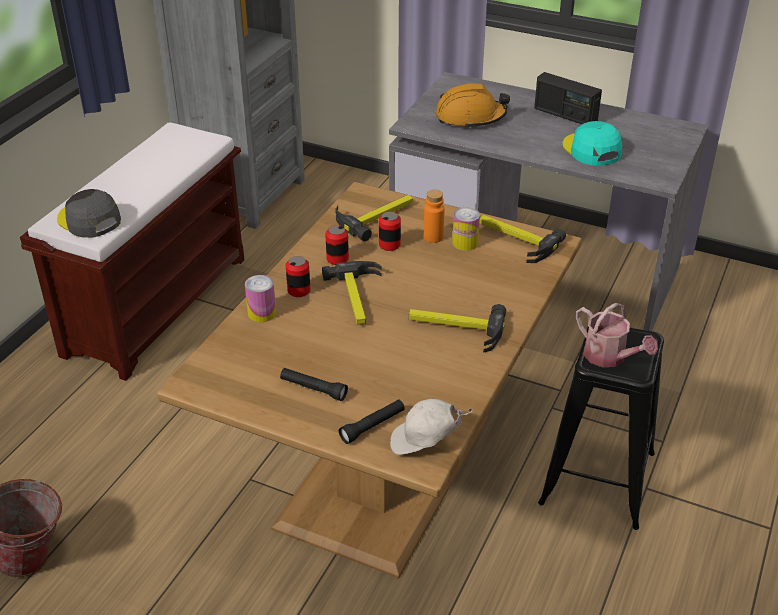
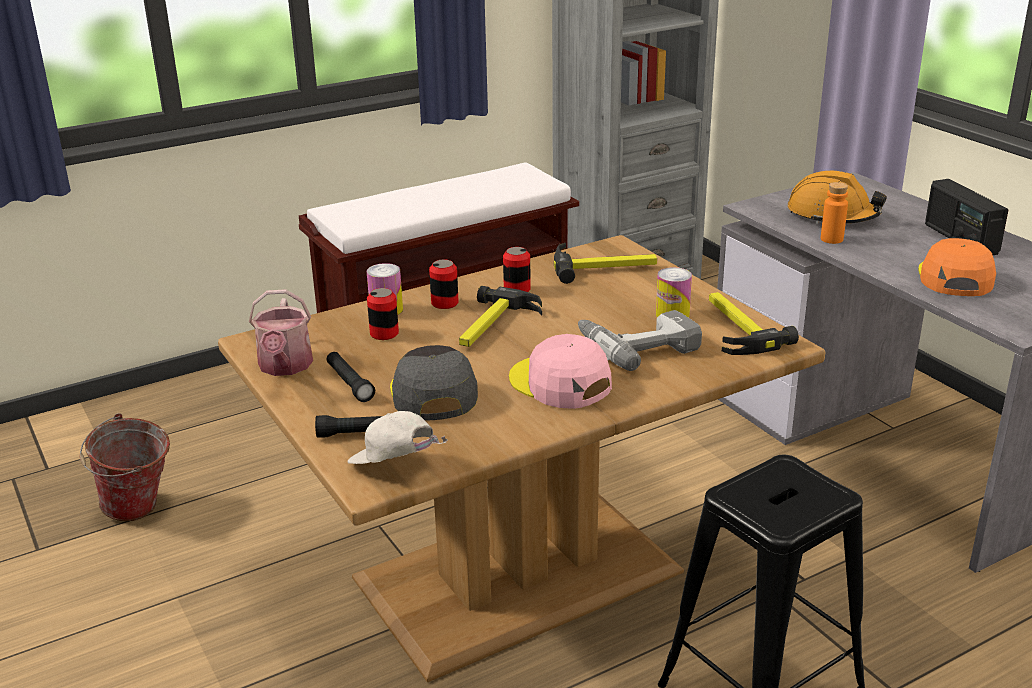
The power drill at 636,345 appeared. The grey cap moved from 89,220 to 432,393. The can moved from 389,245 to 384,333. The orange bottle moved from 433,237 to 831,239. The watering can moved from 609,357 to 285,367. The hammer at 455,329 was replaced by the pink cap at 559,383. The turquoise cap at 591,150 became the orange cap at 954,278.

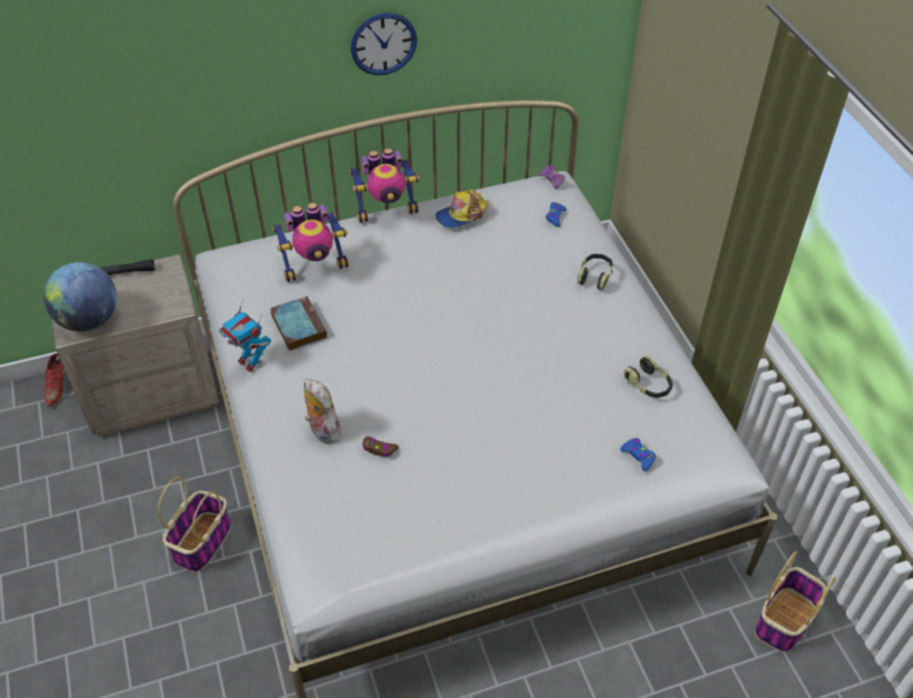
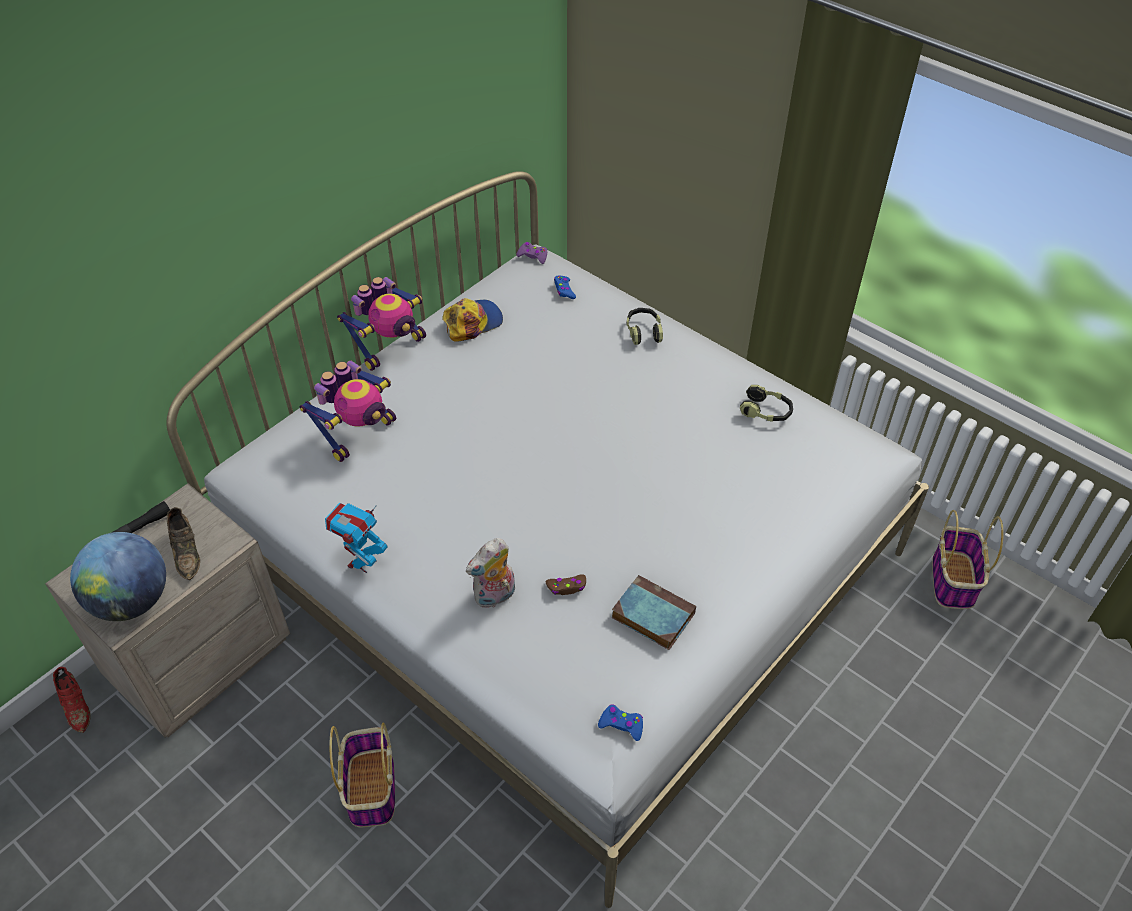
The wall clock at 383,43 disappeared. The brown shoe at 187,552 appeared. The book moved from 298,326 to 651,615. The blue game controller moved from 638,456 to 621,725. The toy robot at 250,362 turned 105 degrees clockwise. The plush toy at 322,431 turned 60 degrees counterclockwise. The cap at 462,215 turned 150 degrees counterclockwise.

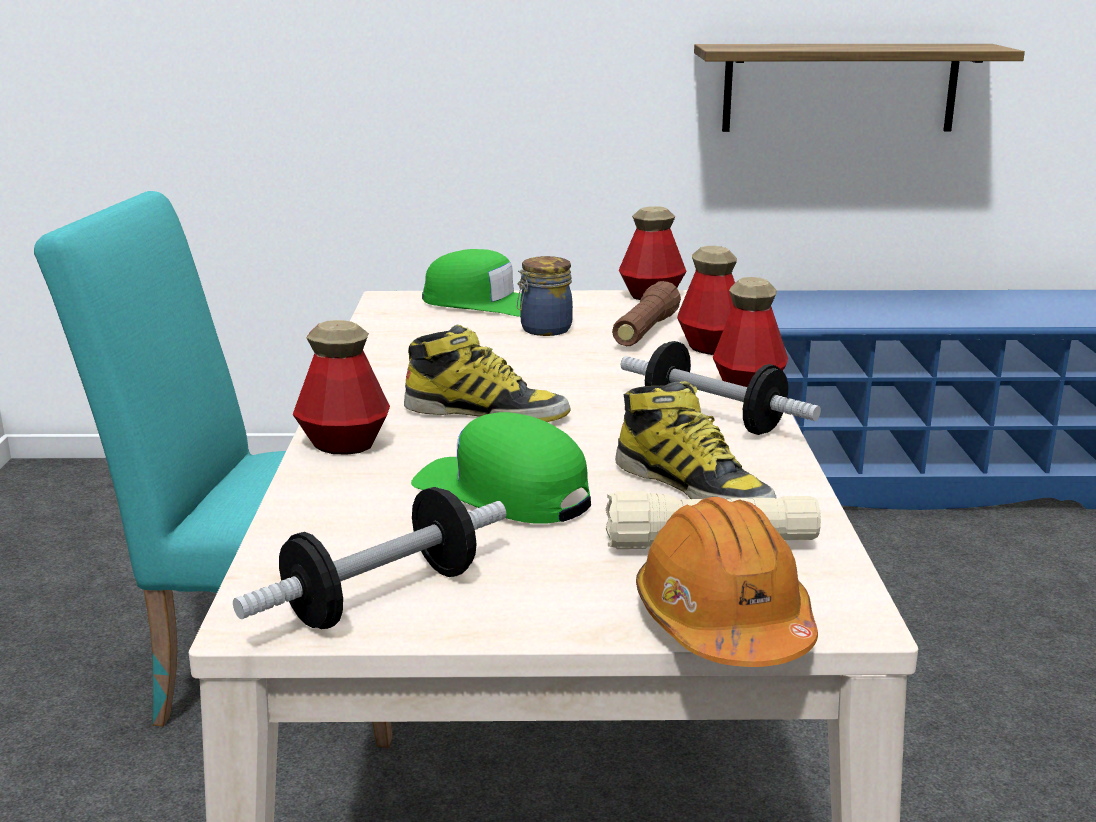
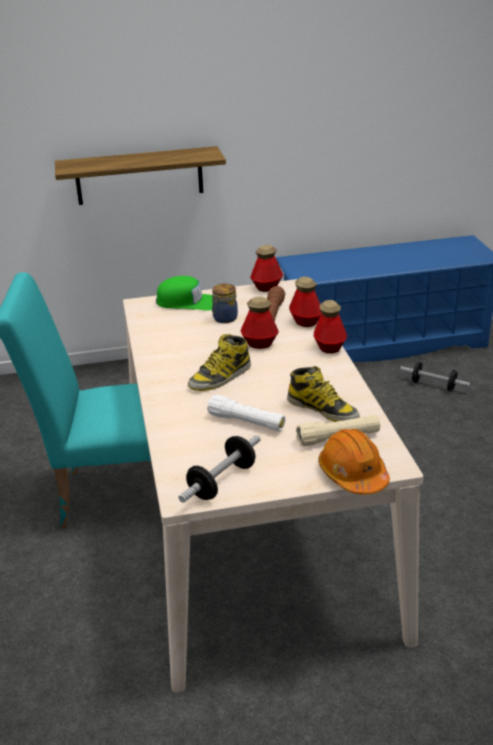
The bottle moved from 343,444 to 259,343. The dumbbell moved from 713,419 to 433,385. The shelf moved from 839,88 to 139,176. The green cap at 503,492 was replaced by the white flashlight at 246,422. The boot at 486,413 turned 135 degrees clockwise.

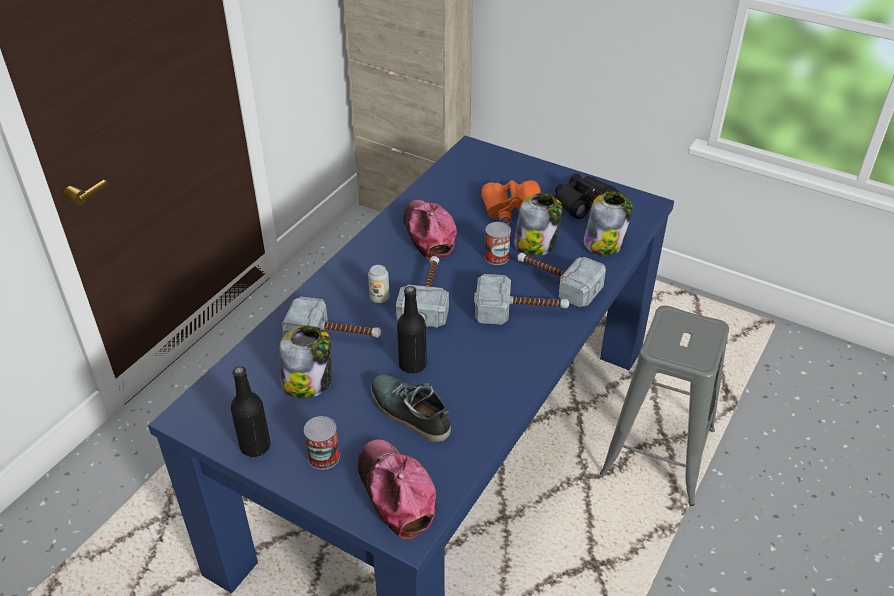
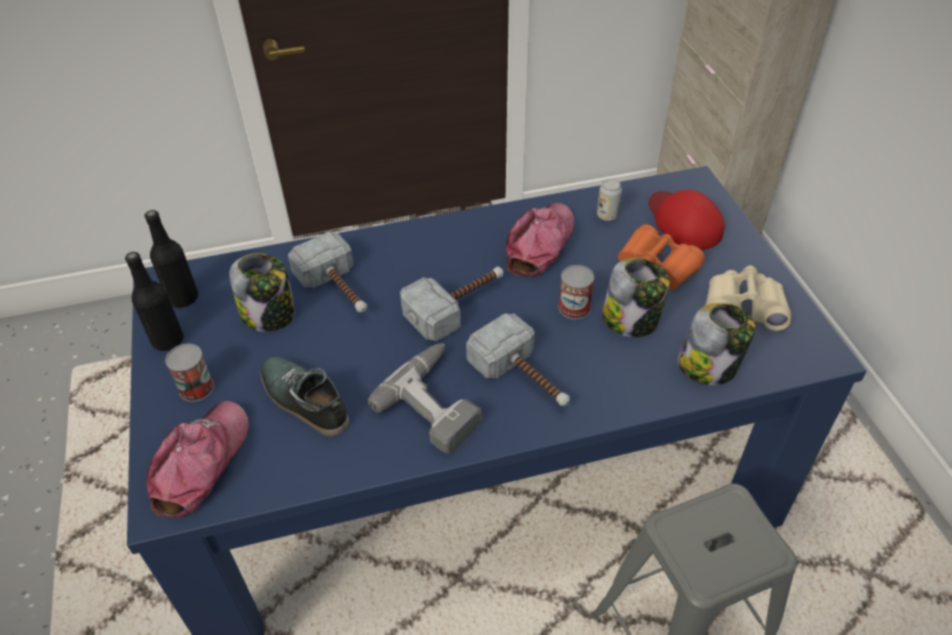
The hammer at 556,282 disappeared. The power drill at 438,402 appeared. The red cap at 683,222 appeared. The can moved from 379,298 to 607,216. The black bottle moved from 412,365 to 183,298. The black binoculars at 582,202 became the beige binoculars at 744,306. The shoe at 409,412 turned 45 degrees counterclockwise.

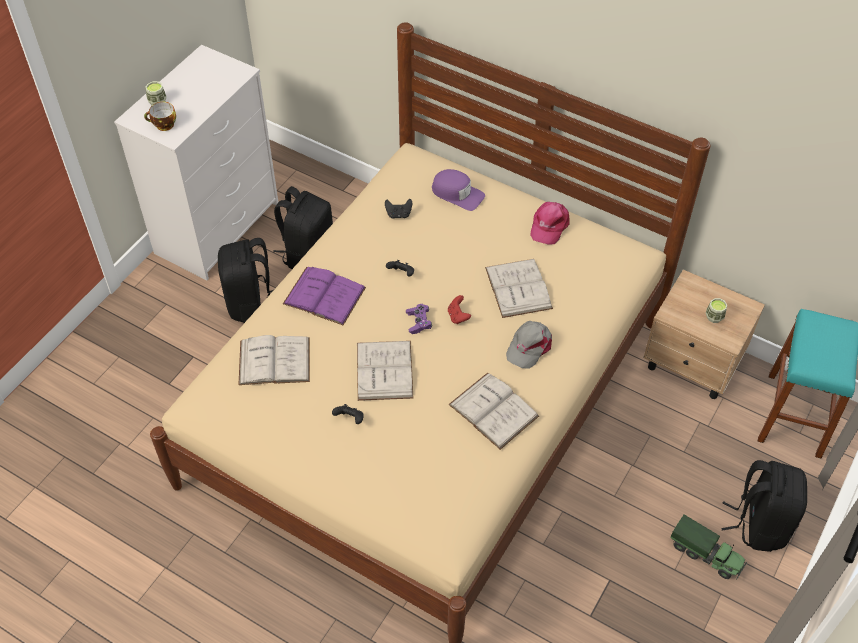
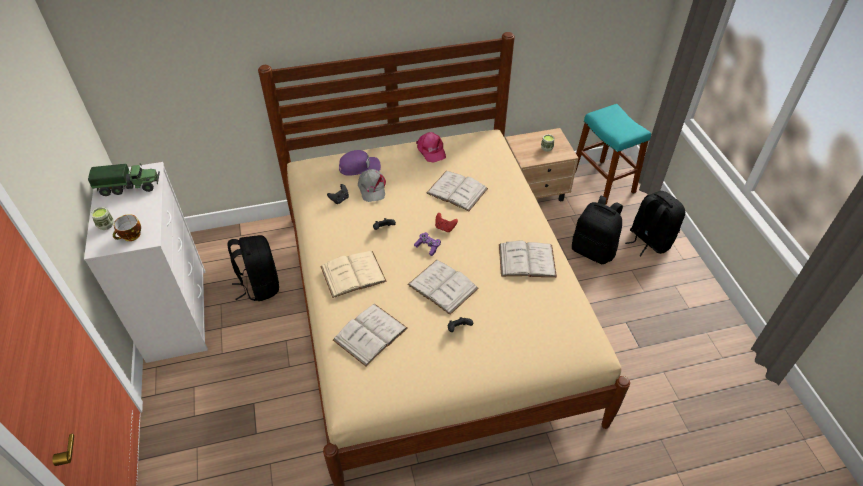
The black backpack moved from 251,303 to 593,250. The grey cap moved from 529,346 to 372,188. The toy truck moved from 706,555 to 130,187. The purple book at 324,295 became the beige book at 353,274.

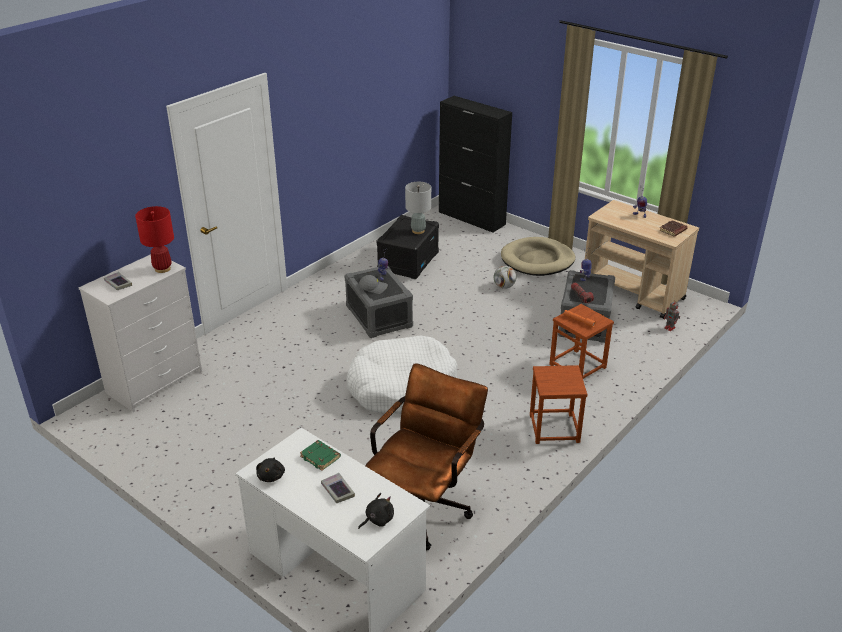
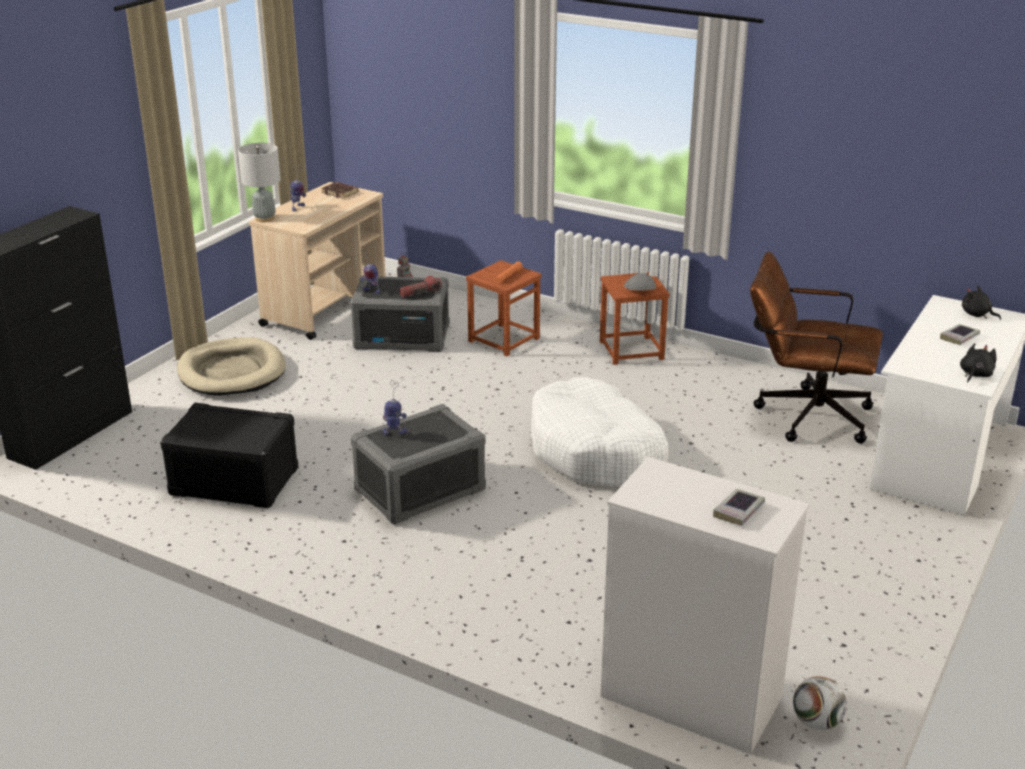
The red table lamp at 162,269 disappeared. The green book at 321,457 disappeared. The grey cap moved from 373,287 to 639,289. The grey table lamp moved from 418,231 to 264,218. The football moved from 504,286 to 816,722. The black plush toy at 271,476 turned 45 degrees counterclockwise.

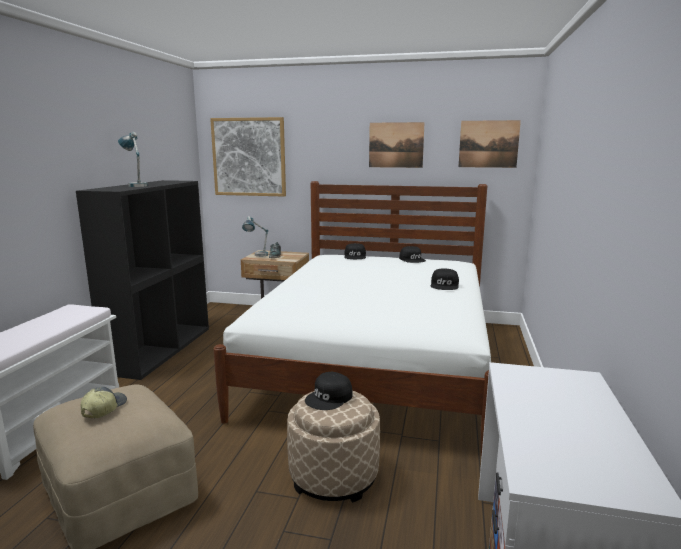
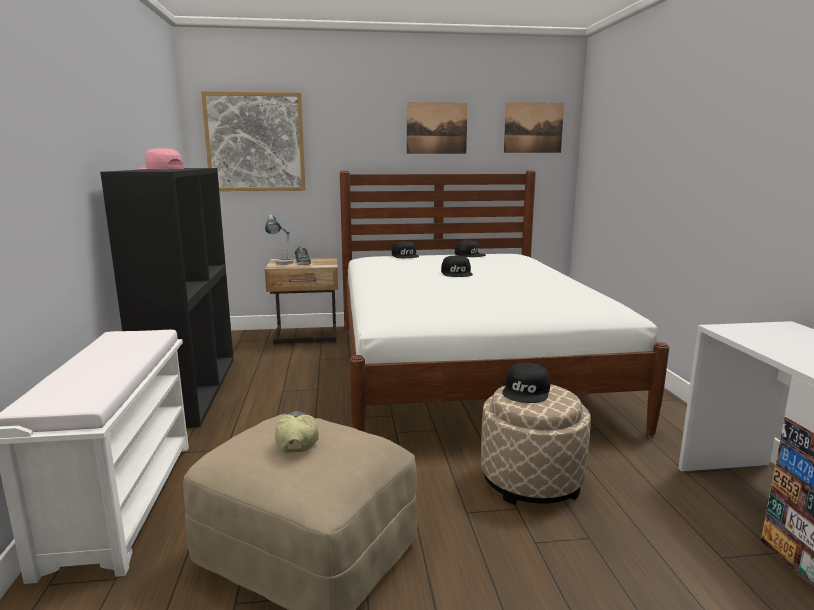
The black cap moved from 445,285 to 457,273. The table lamp at 135,185 was replaced by the pink cap at 160,169.

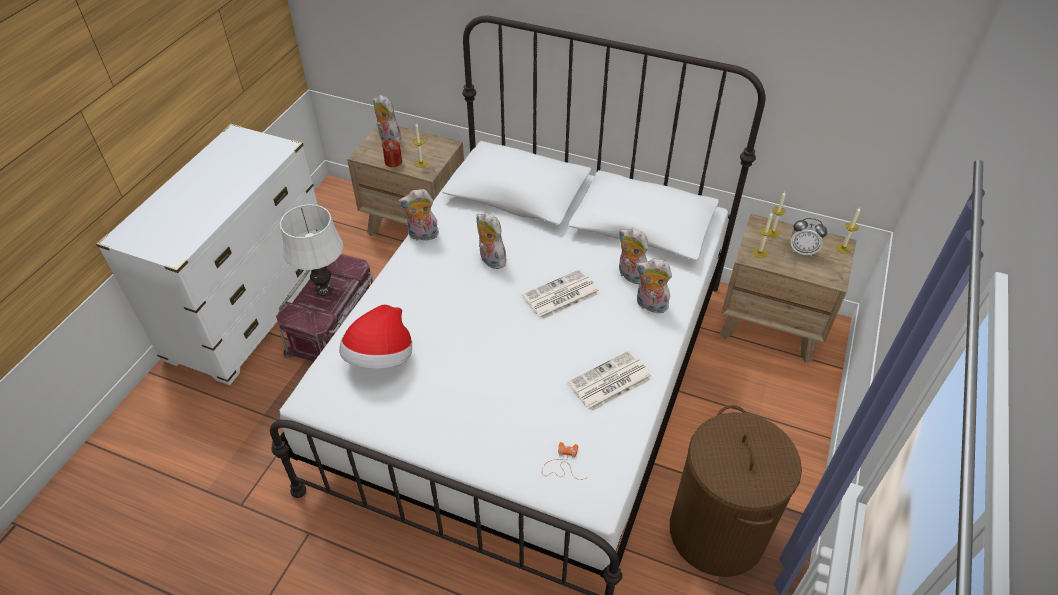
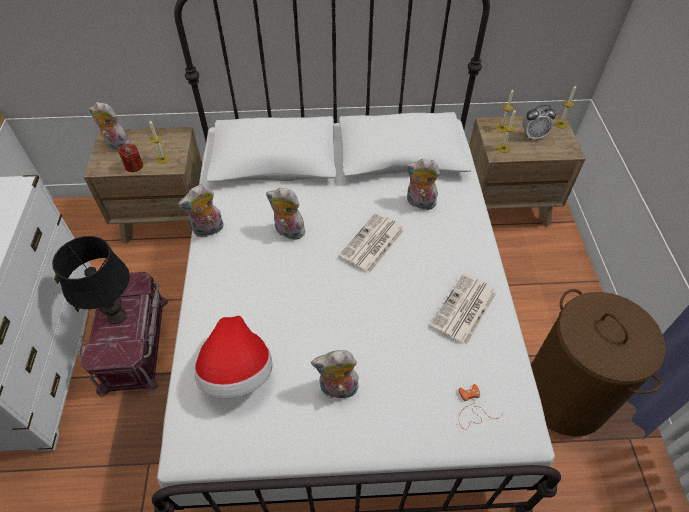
The plush toy moved from 650,305 to 338,390. The white table lamp at 324,289 became the black table lamp at 117,315.

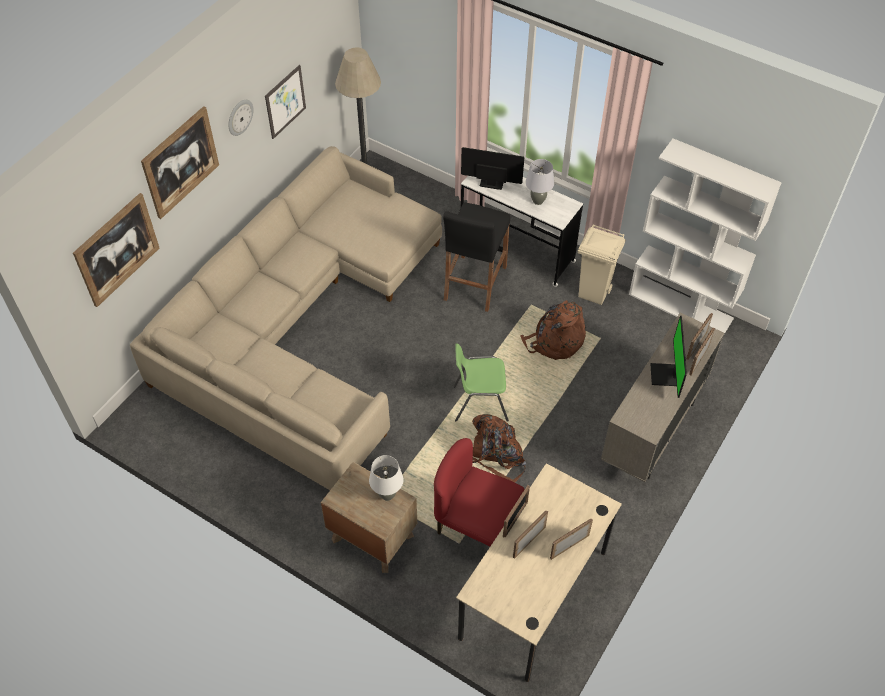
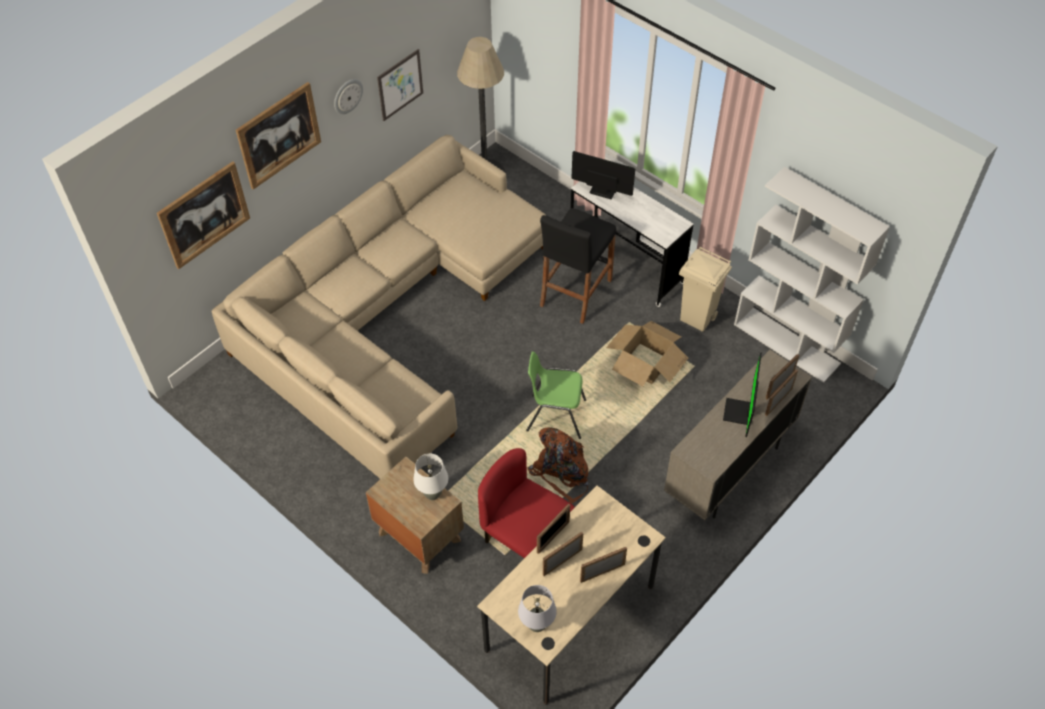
The grey table lamp moved from 538,201 to 537,626. The brown backpack at 554,341 was replaced by the cardboard box at 645,363.

